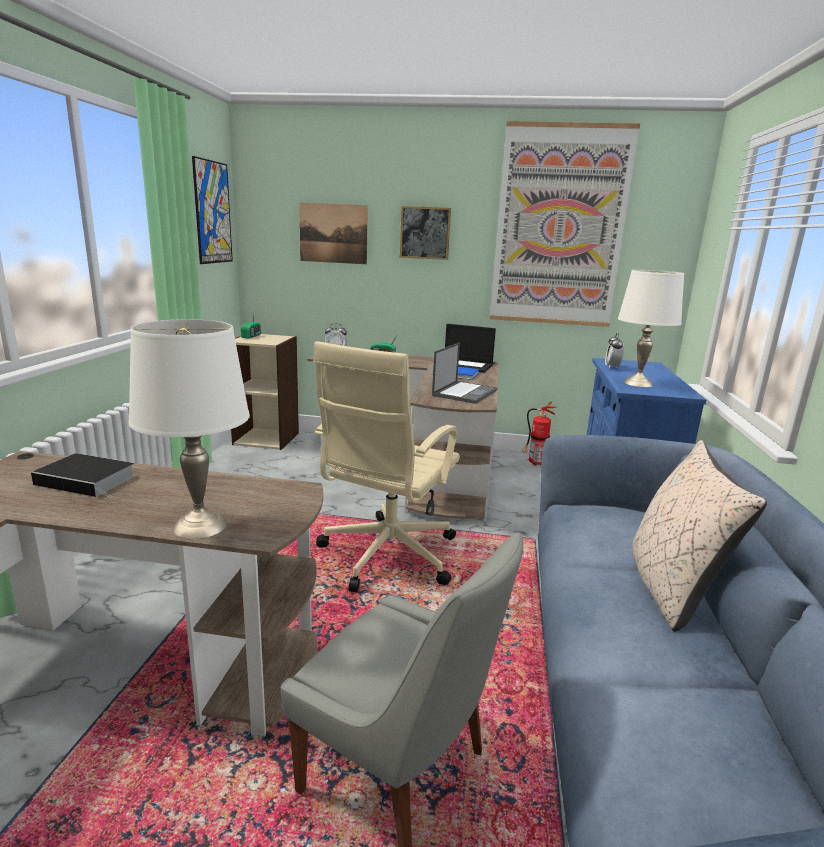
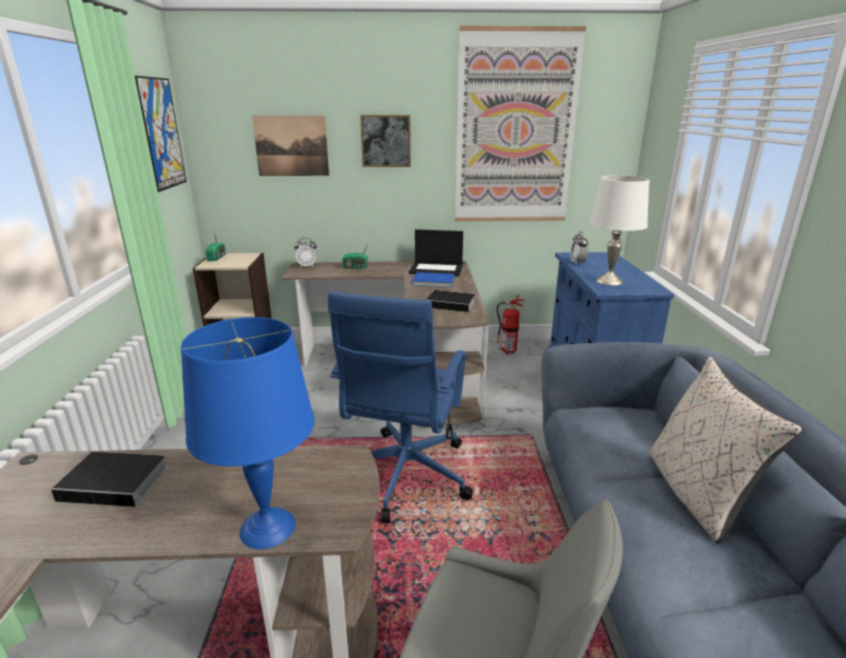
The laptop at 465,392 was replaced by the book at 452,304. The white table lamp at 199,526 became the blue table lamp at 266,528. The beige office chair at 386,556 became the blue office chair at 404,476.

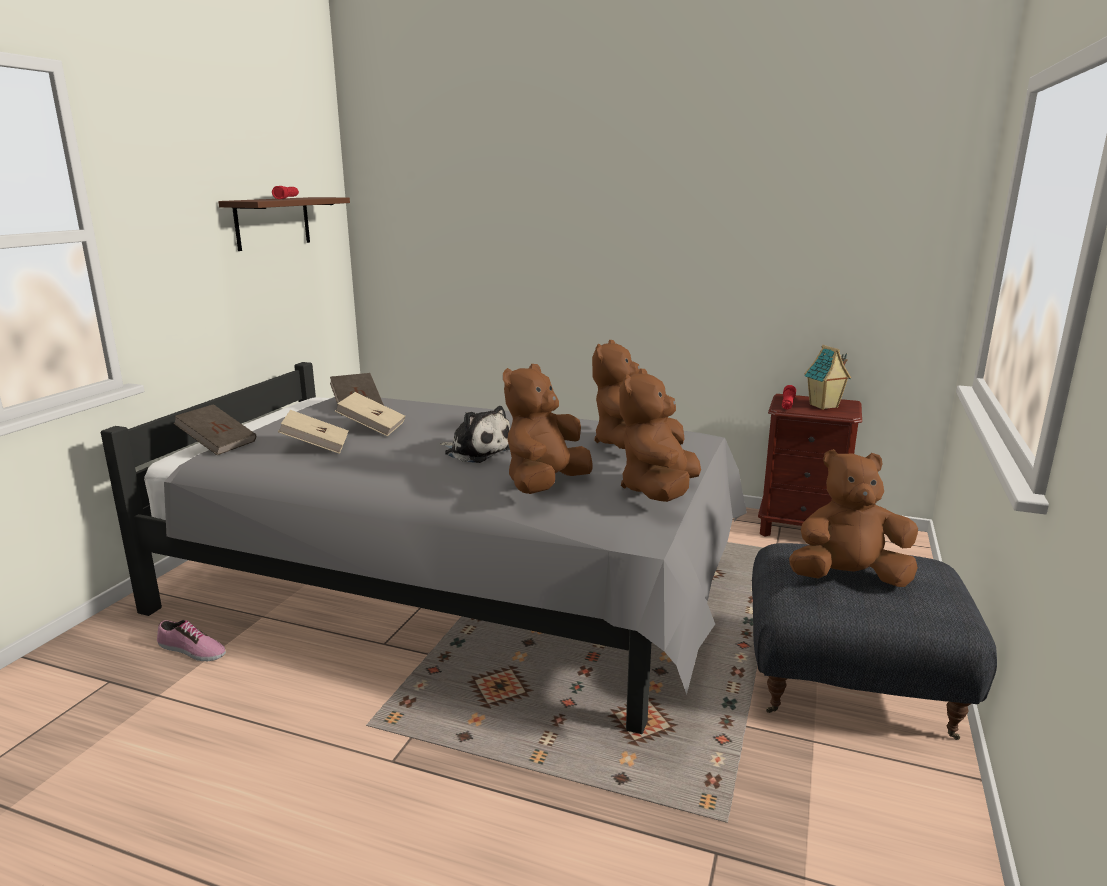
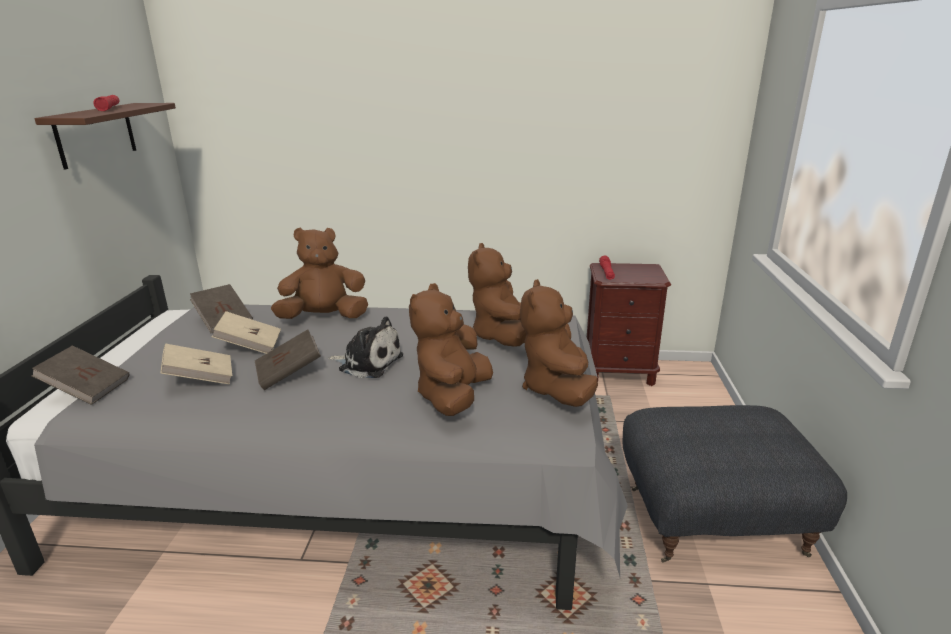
The shoe at 191,650 disappeared. The toy house at 824,406 disappeared. The brown book at 289,374 appeared. The brown plush toy moved from 848,578 to 324,318.

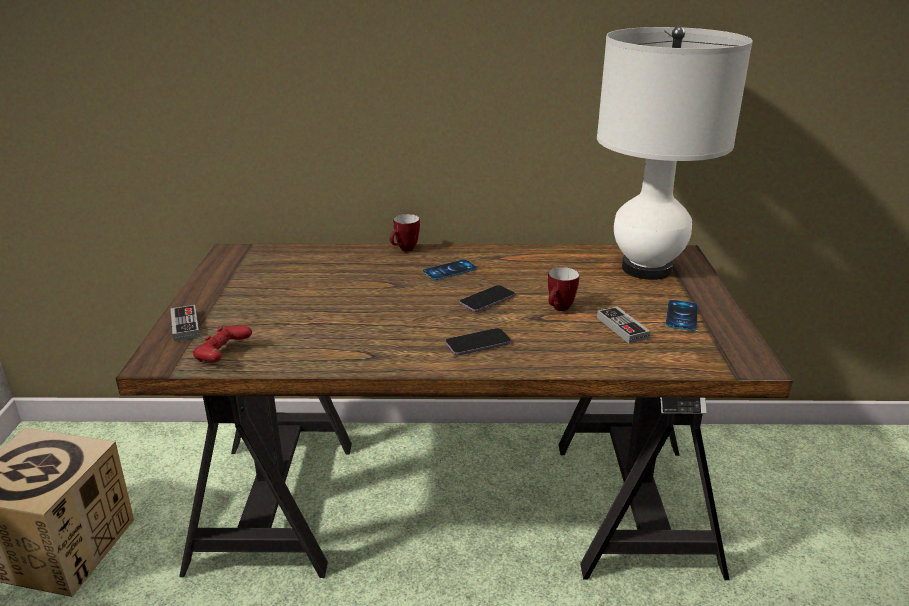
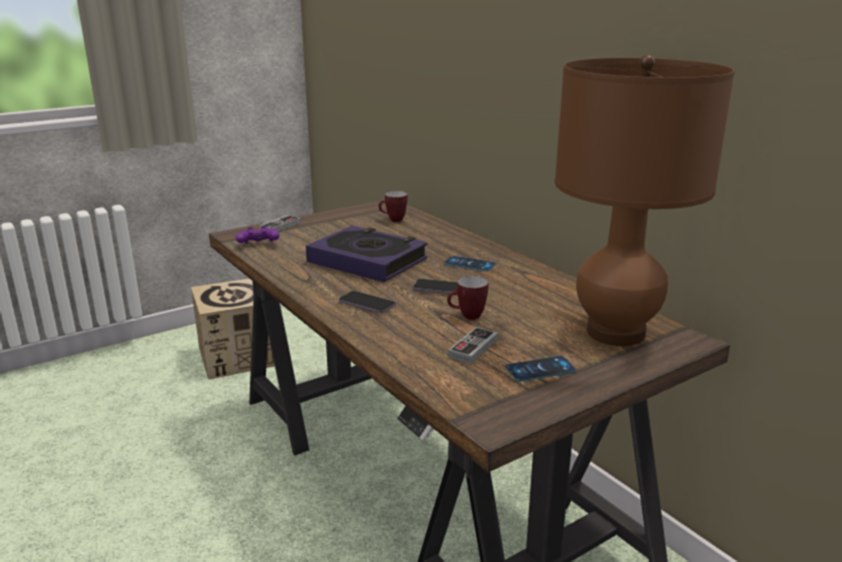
The book at 367,261 appeared. The mug moved from 404,250 to 393,220. The red game controller at 223,356 became the purple game controller at 258,245. The white table lamp at 646,269 became the brown table lamp at 615,332.

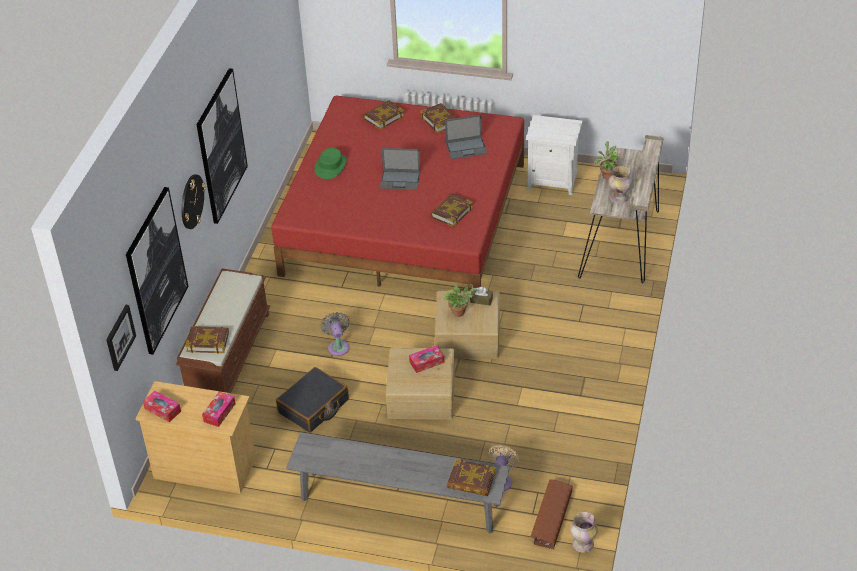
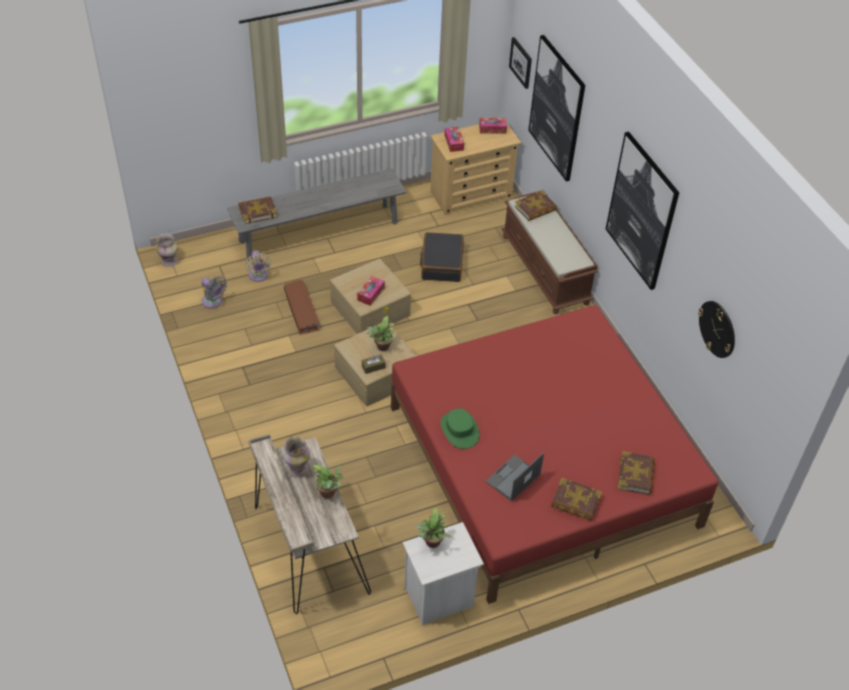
The laptop at 400,180 disappeared. The book at 451,212 disappeared. The potted plant at 432,543 appeared. The wall clock moved from 191,201 to 717,329. The green hat moved from 331,166 to 459,430. The grey fan moved from 338,346 to 213,302. The brown storage box moved from 551,517 to 301,310.

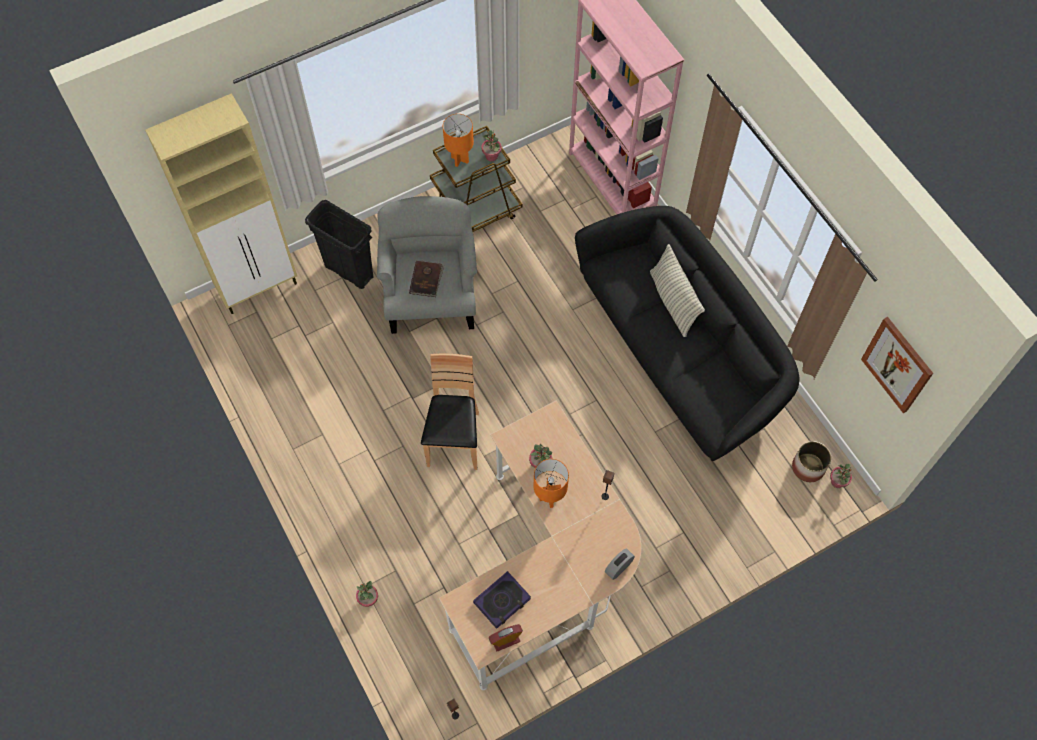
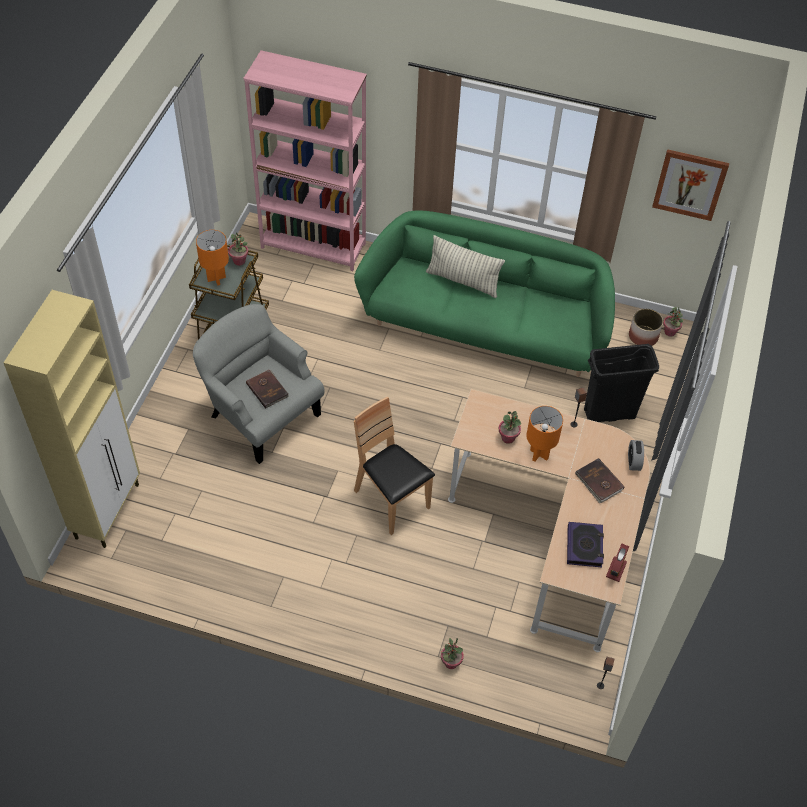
The brown book at 599,482 appeared. The black trash can moved from 349,271 to 609,414. The black sofa at 681,353 became the green sofa at 486,325.

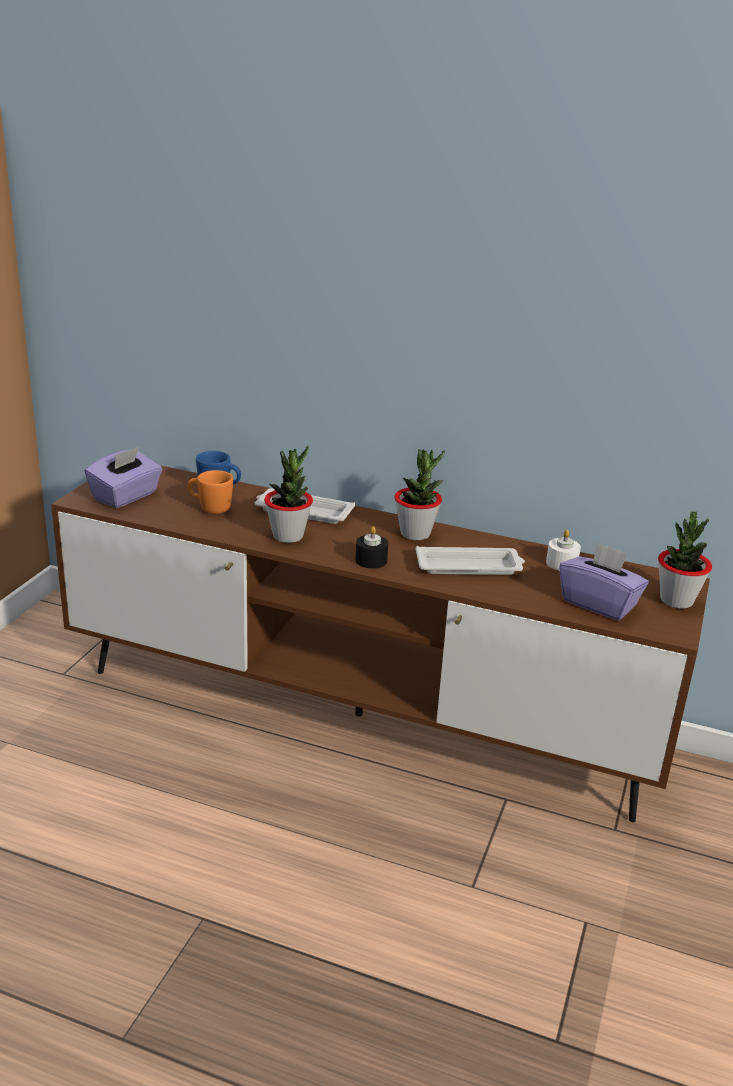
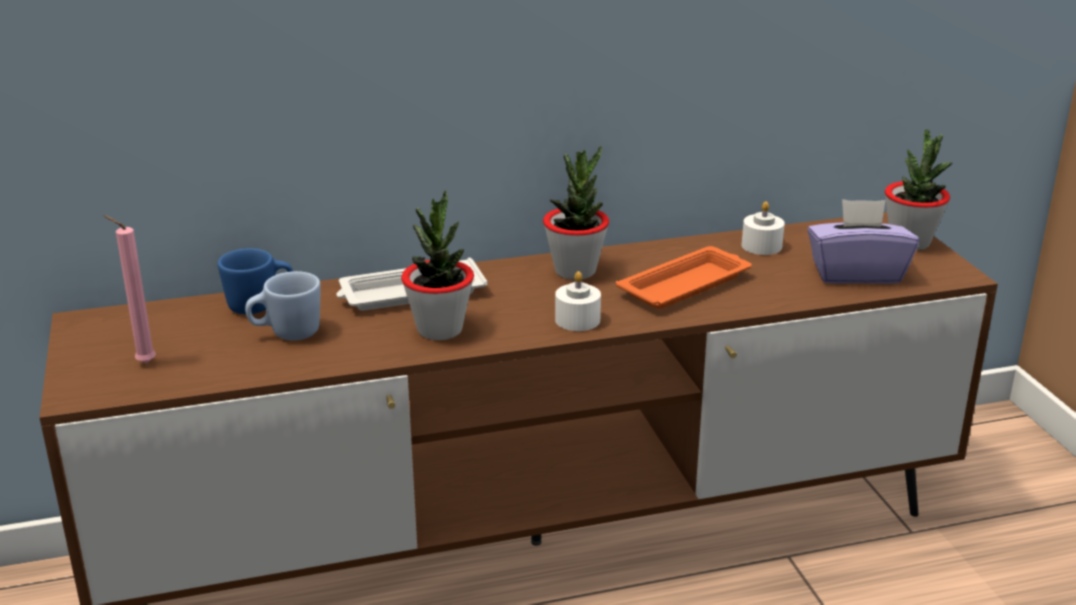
The purple tissue box at 126,496 was replaced by the pink candle at 143,363. The orange mug at 210,508 became the blue mug at 286,334. The black candle at 371,560 became the white candle at 577,320. The white tray at 470,567 became the orange tray at 686,285.

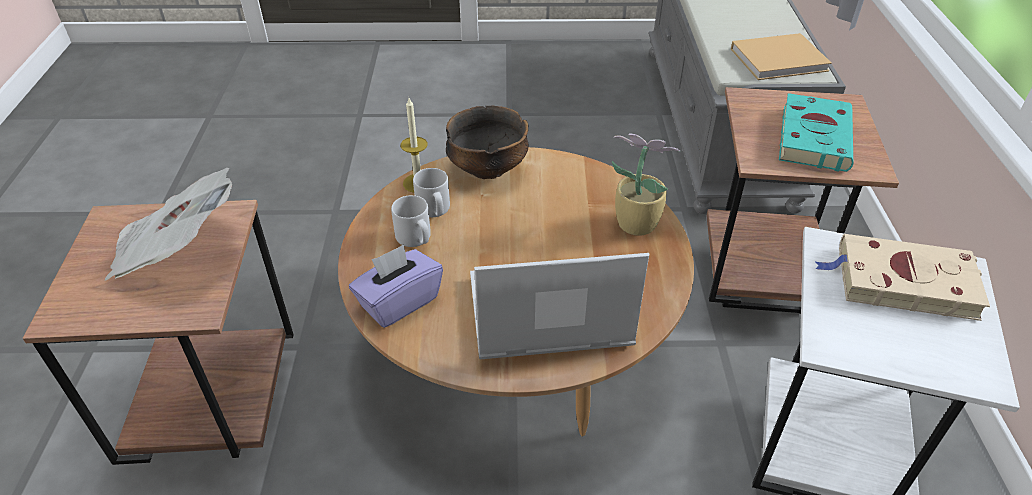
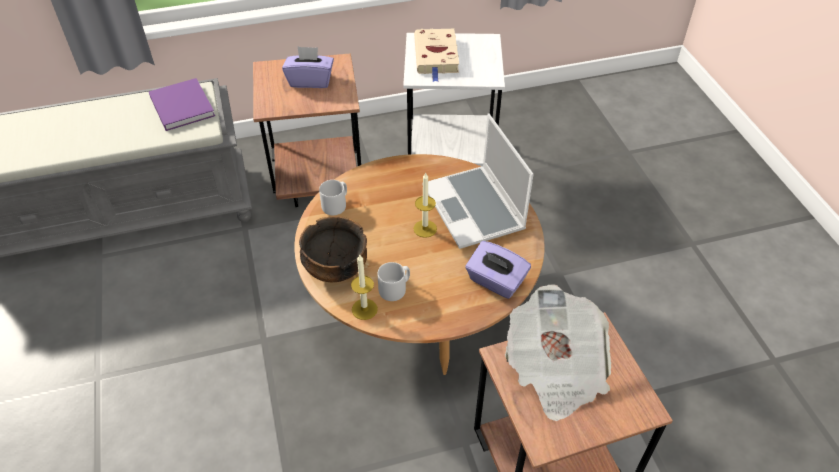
The potted plant at 634,223 disappeared. The candle at 425,228 appeared. The grey mug moved from 415,238 to 336,205. The turquoise book at 813,136 was replaced by the purple tissue box at 310,81. The beige book at 781,59 became the purple book at 181,105.

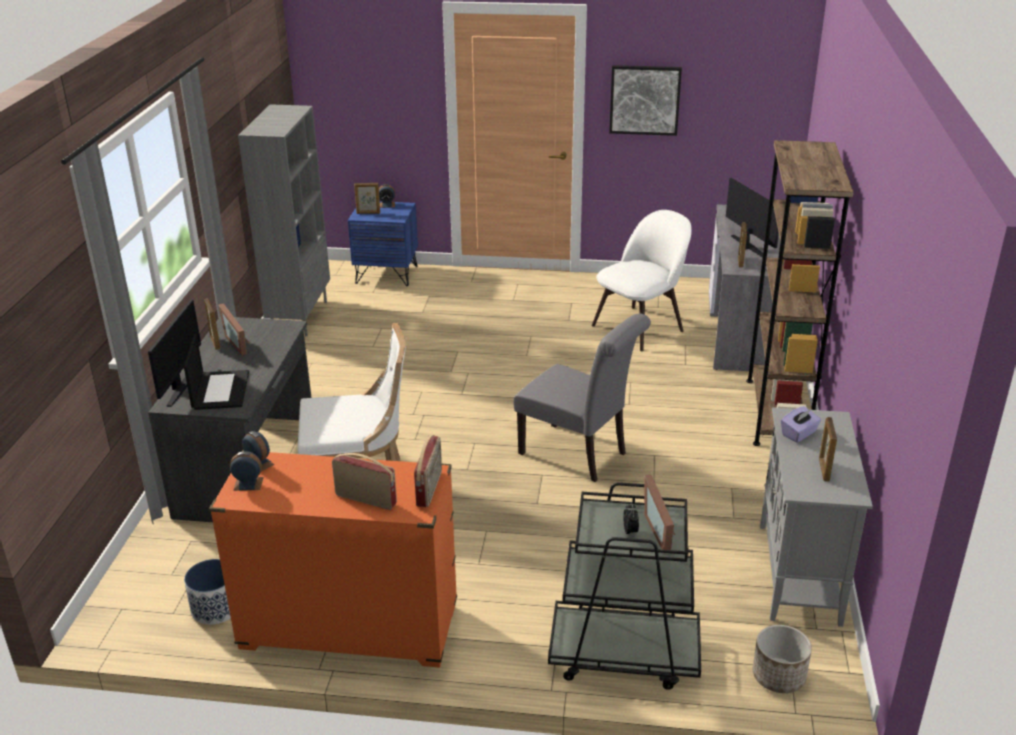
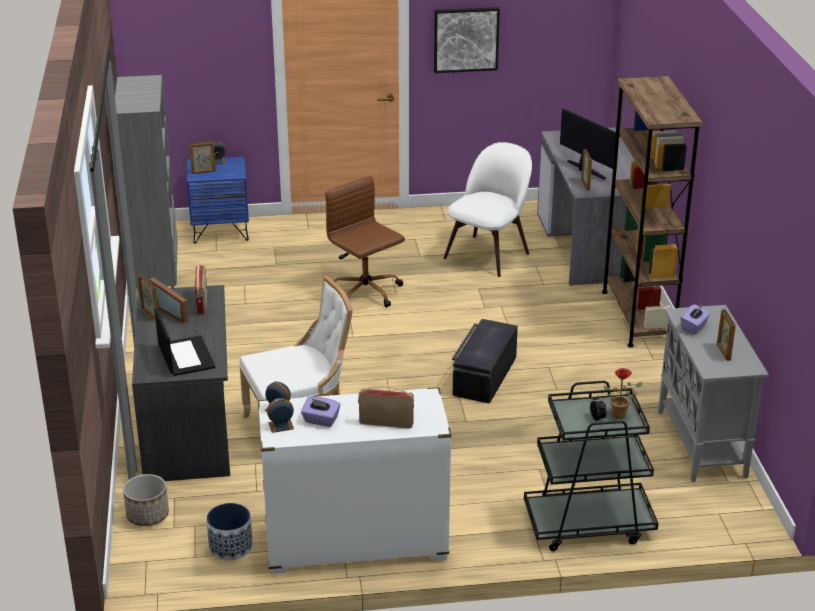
The monitor at 180,387 disappeared. The purple tissue box at 320,420 appeared. The brown office chair at 366,293 appeared. The radio moved from 430,488 to 202,303. The planter moved from 778,676 to 147,515. The grey chair at 578,455 was replaced by the black storage box at 483,376. The picture frame at 662,530 was replaced by the potted plant at 621,414. The orange dresser at 349,628 became the white dresser at 355,543.

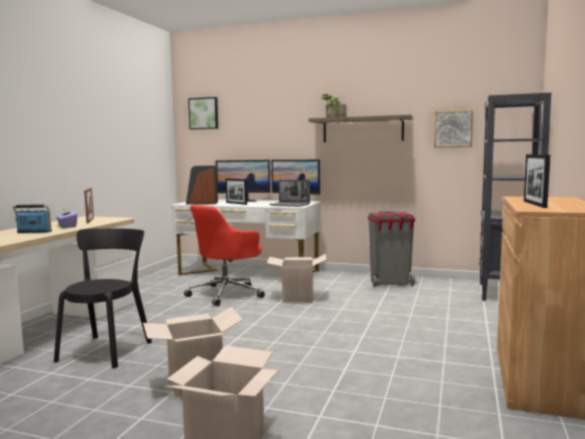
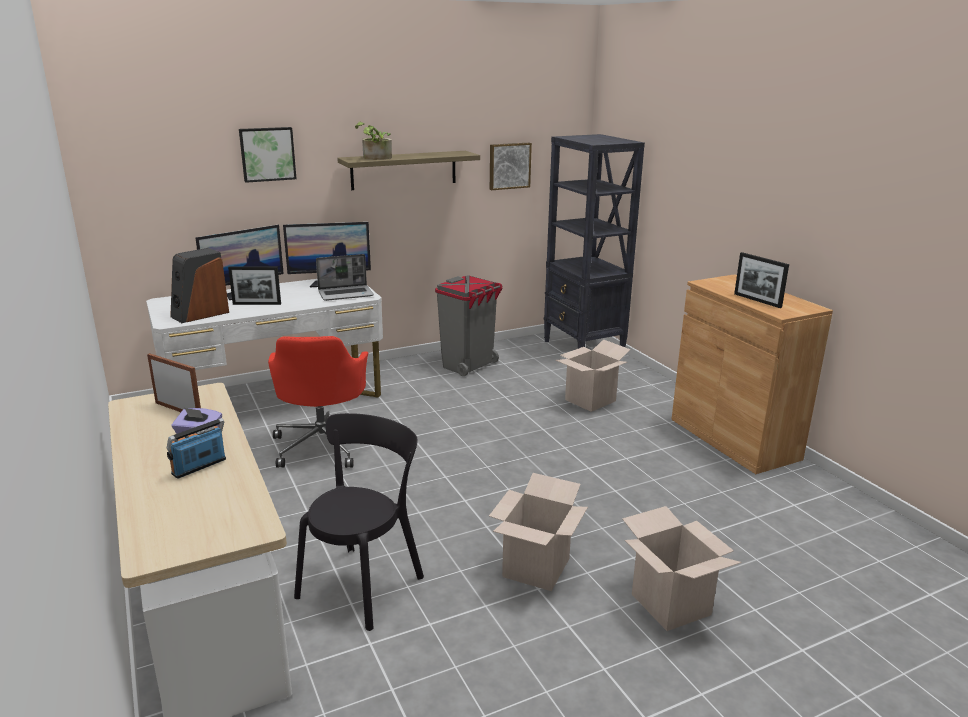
The picture moved from 204,113 to 267,154. The cardboard box moved from 298,298 to 590,400. The black chair at 107,350 turned 60 degrees clockwise.

